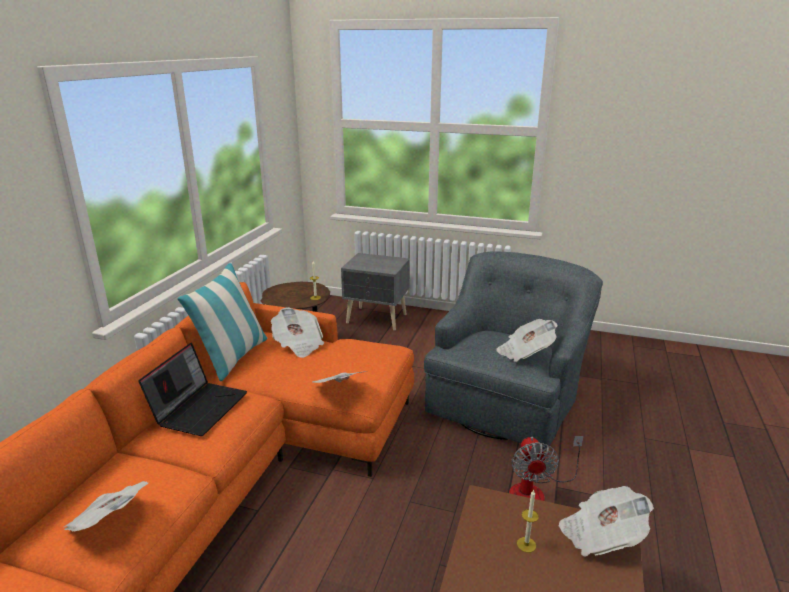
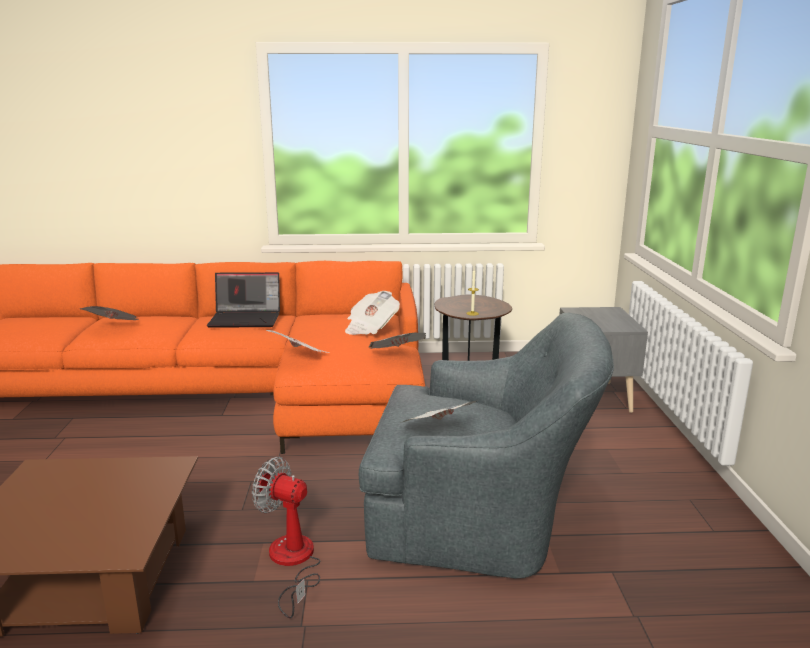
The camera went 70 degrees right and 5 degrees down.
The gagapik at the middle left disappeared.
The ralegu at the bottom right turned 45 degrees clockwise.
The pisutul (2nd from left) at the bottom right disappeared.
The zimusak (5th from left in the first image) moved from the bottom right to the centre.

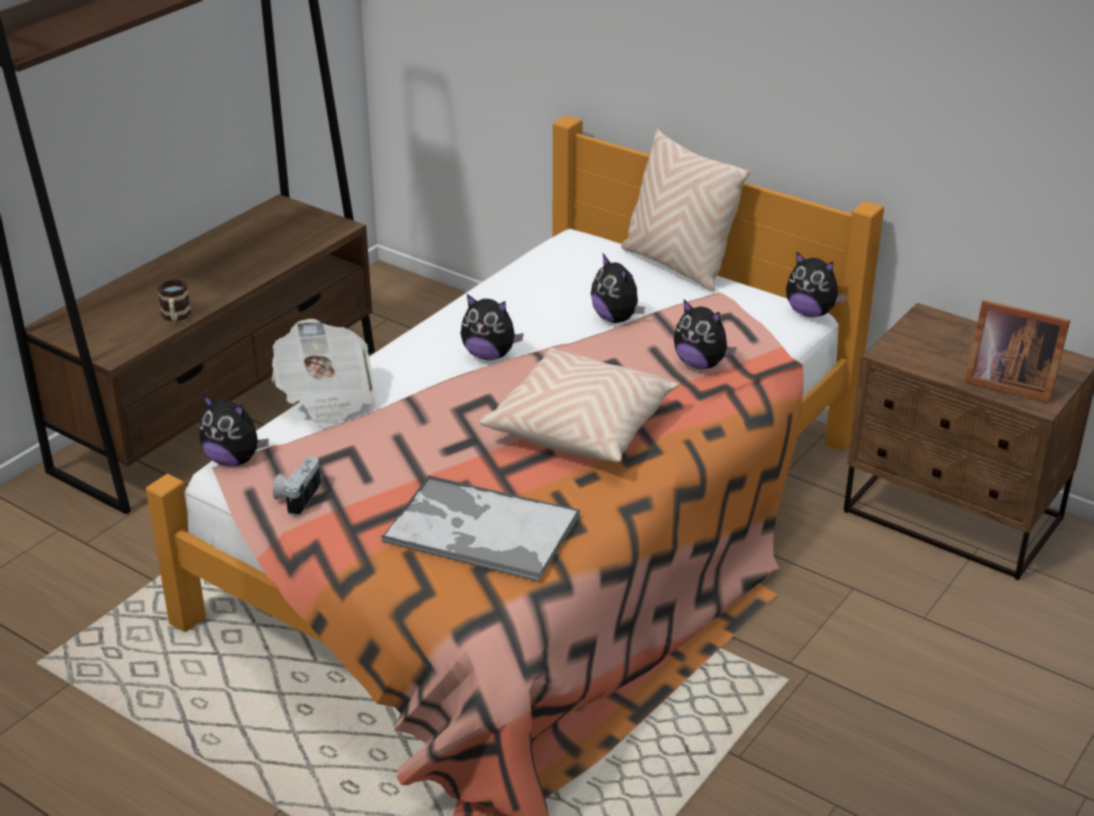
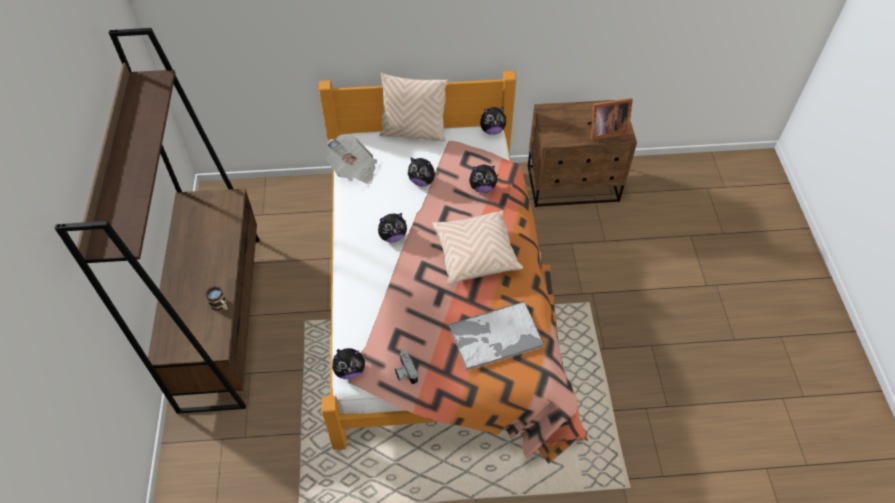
The camera went 40 degrees left and 20 degrees up.
The zimusak moved from the middle left to the top centre.

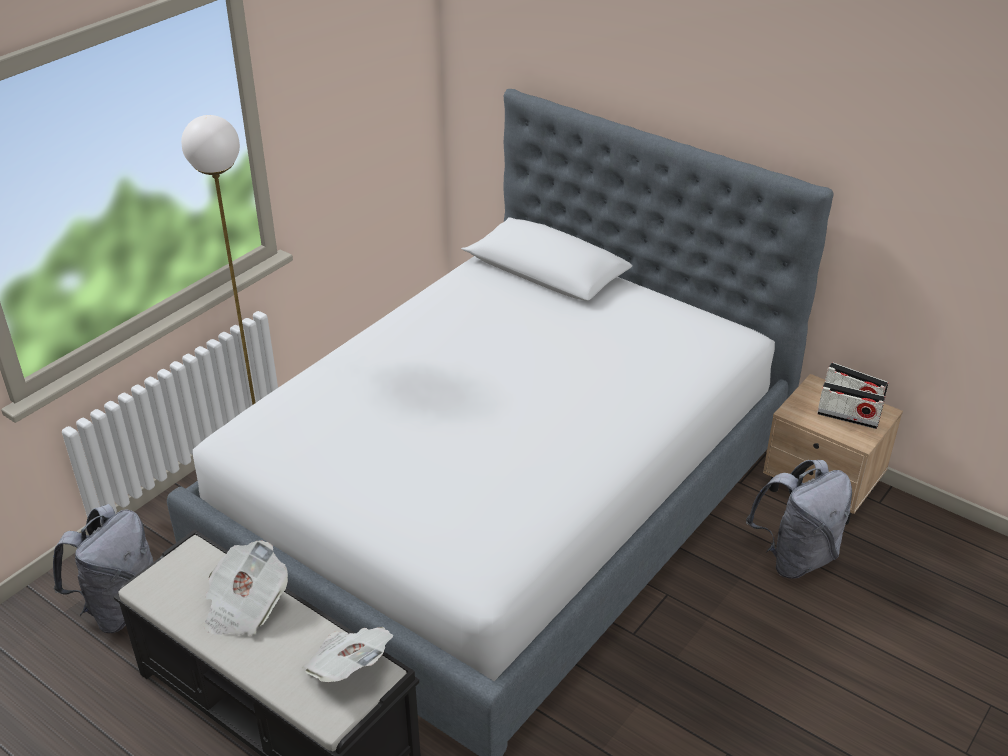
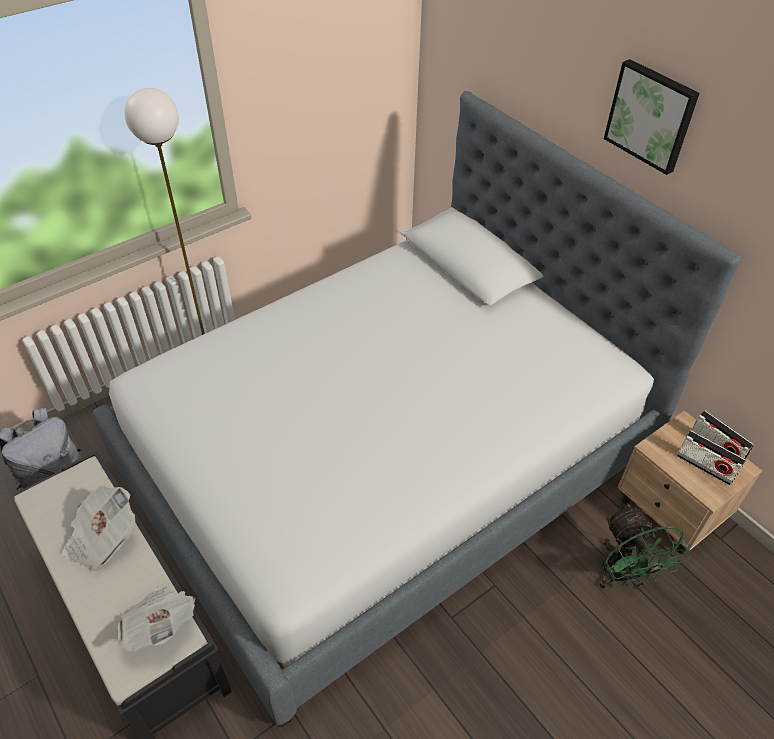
The camera went 15 degrees right and 10 degrees up.
The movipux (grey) (2nd from left) at the bottom right was replaced by the ralegu (green) at the bottom right.
The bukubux at the top right appeared.

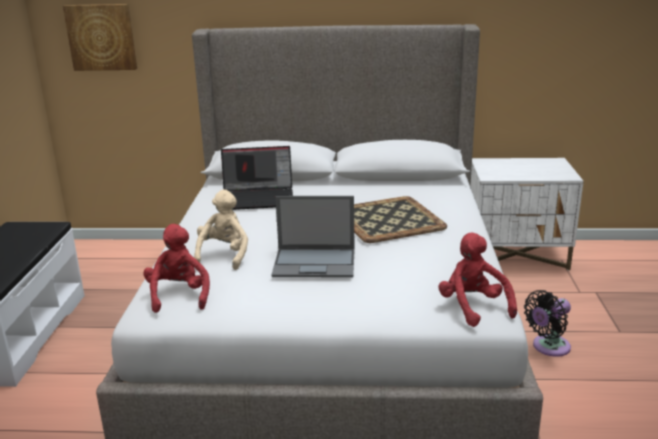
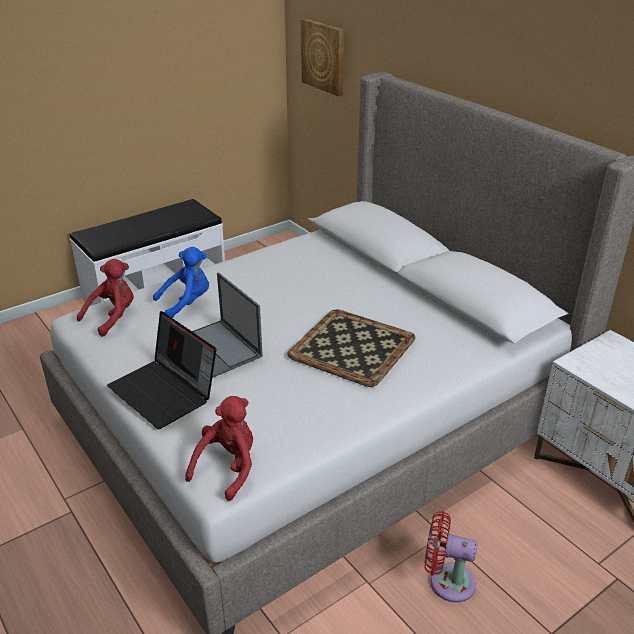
The camera went 50 degrees right and 10 degrees up.
The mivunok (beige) at the centre became the mivunok (blue) at the middle left.
The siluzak (1st from left) moved from the centre to the middle left.
The ralegu (black) at the bottom right became the ralegu (red) at the bottom right.

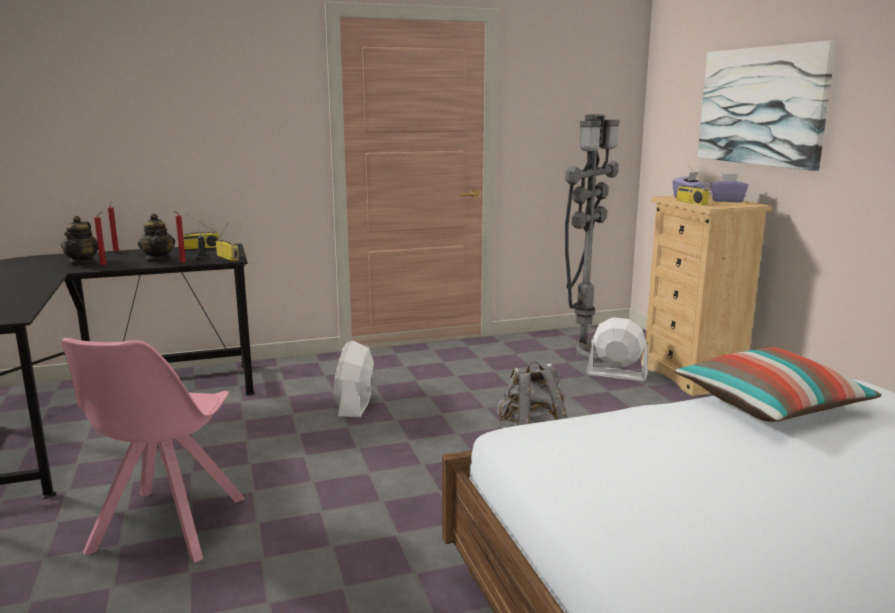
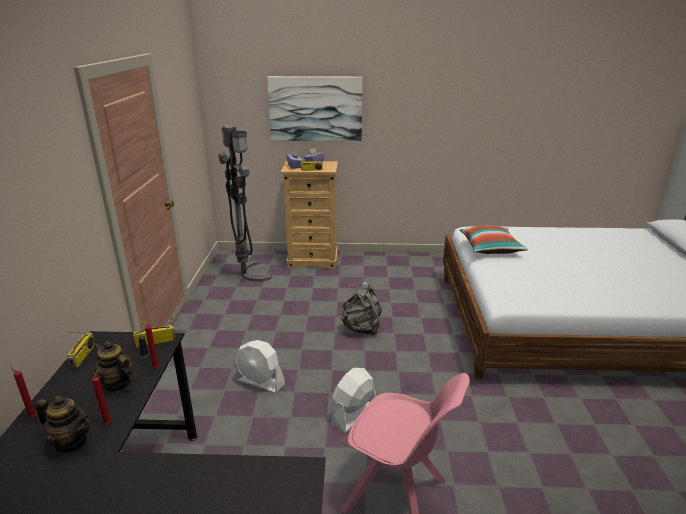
The camera went 70 degrees left and 10 degrees up.
The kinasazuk (2nd from left) at the middle left turned 135 degrees counterclockwise.
The ralegu (white) (2nd from left) moved from the middle right to the bottom centre.

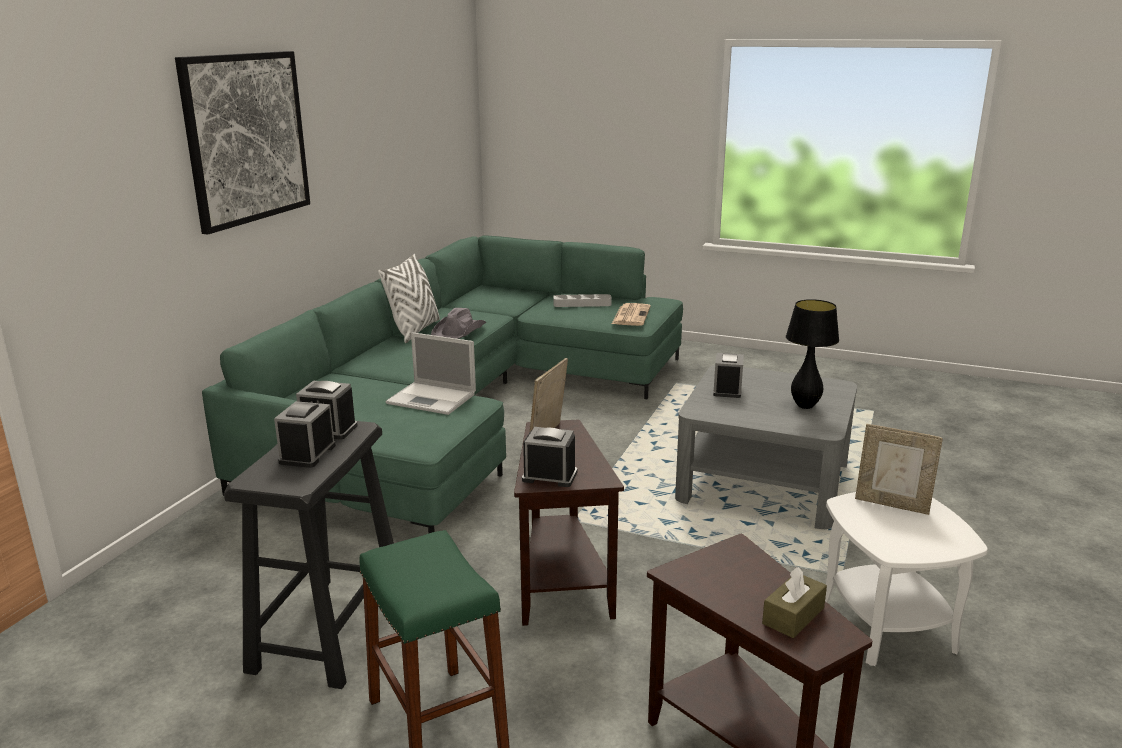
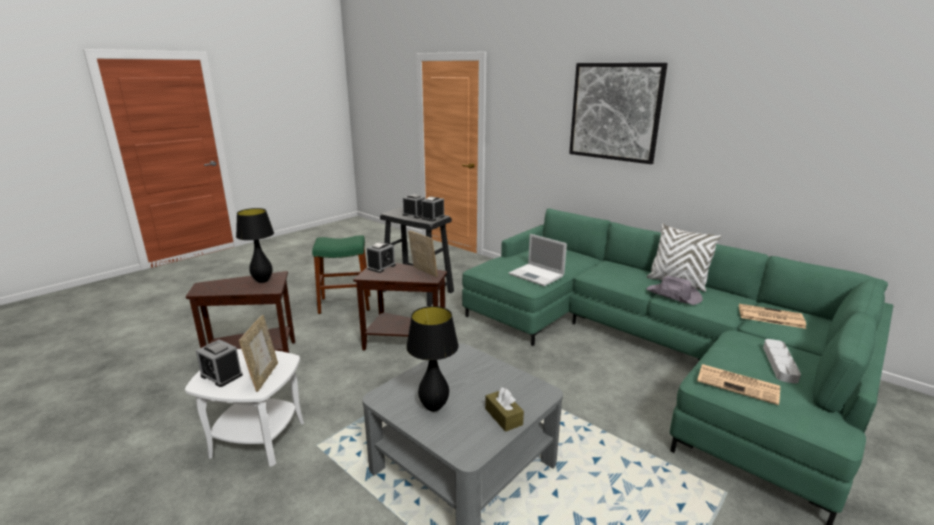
The camera went 110 degrees right and 0 degrees up.
The siluzak at the centre turned 90 degrees counterclockwise.
The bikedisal (4th from left in the first image) moved from the centre to the bottom left.
The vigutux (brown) moved from the bottom right to the bottom centre.
The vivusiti (2nd from left in the first image) at the middle right turned 135 degrees clockwise.
The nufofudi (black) (1st from left) at the middle left appeared.
The zimusak (2nd from left) at the middle right appeared.

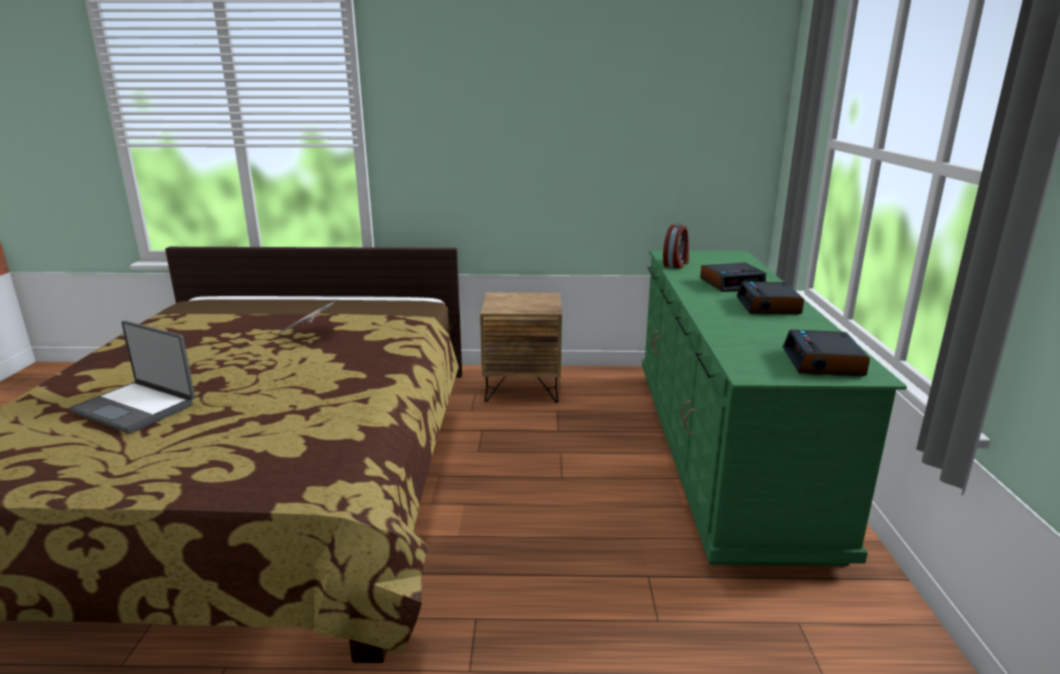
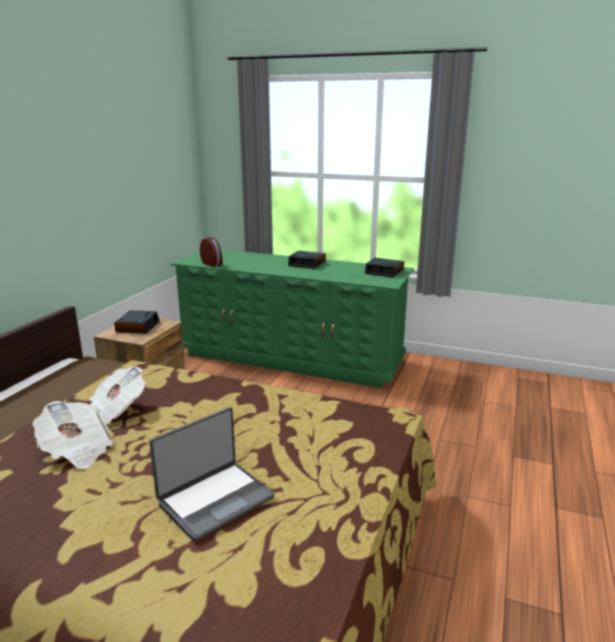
The camera went 70 degrees left and 0 degrees up.
The bikedisal (2nd from left in the first image) moved from the middle right to the middle left.
The zimusak (1st from left) at the bottom left appeared.

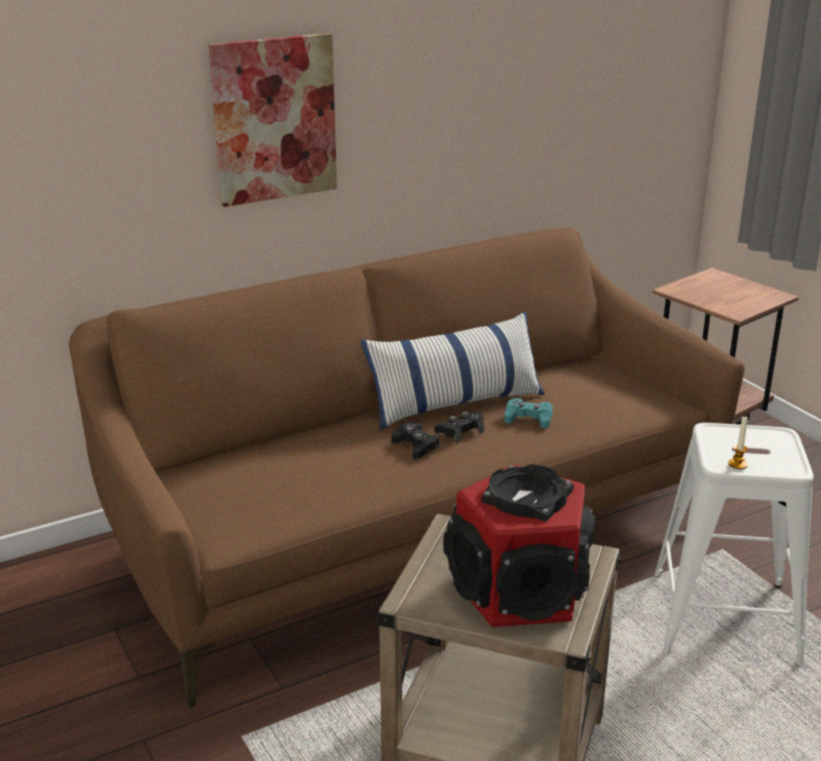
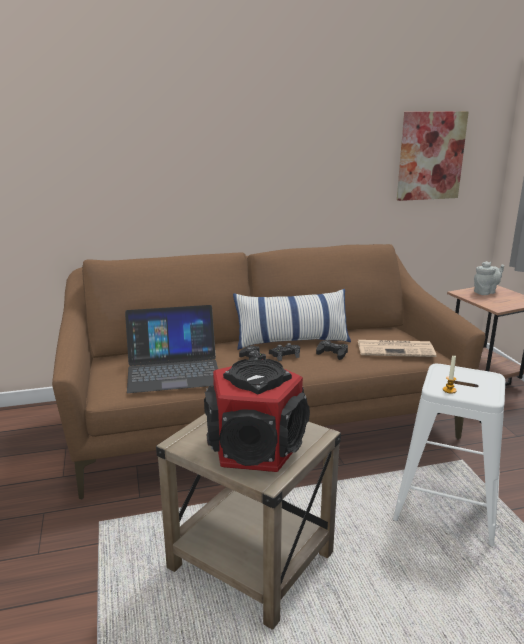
The camera went 15 degrees right and 5 degrees down.
The bukubux moved from the top left to the top right.
The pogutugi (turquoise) at the centre became the pogutugi (black) (3rd from left) at the centre.
The siluzak at the middle left appeared.
The zimusak at the middle right appeared.
The kinasazuk (grey) at the middle right appeared.

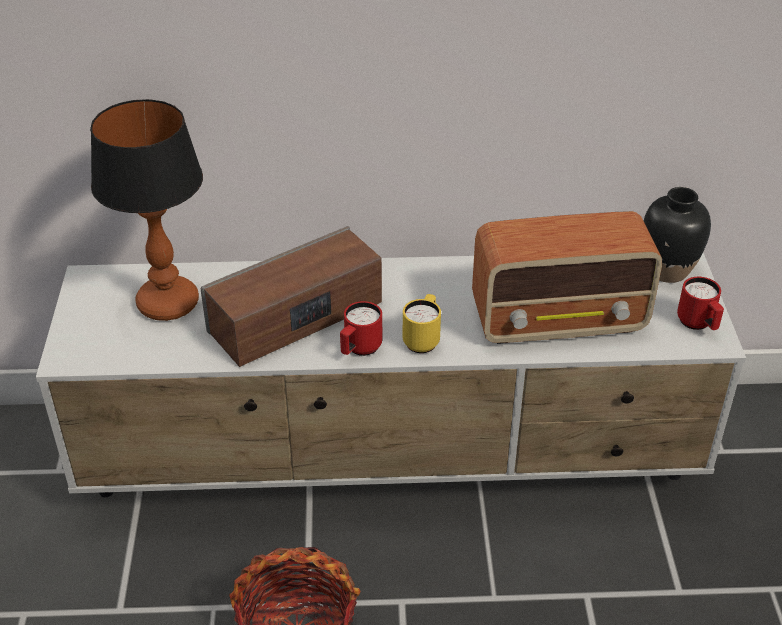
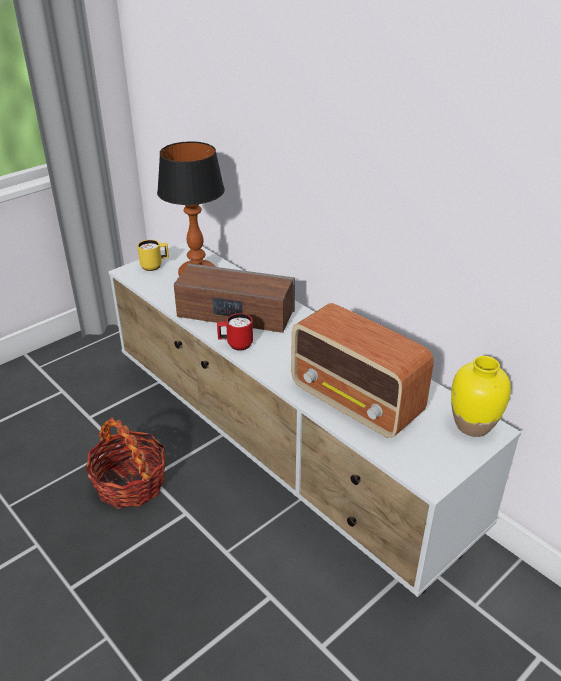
The camera went 50 degrees right and 5 degrees down.
The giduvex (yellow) moved from the centre to the middle left.
The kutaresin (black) at the middle right became the kutaresin (yellow) at the middle right.
The giduvex (red) (2nd from left) at the middle right disappeared.

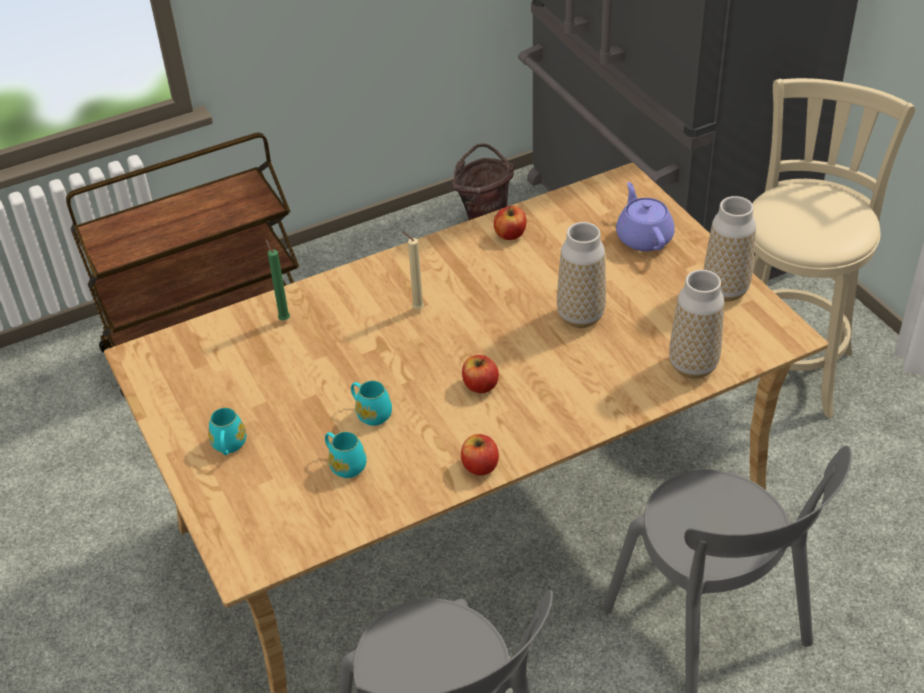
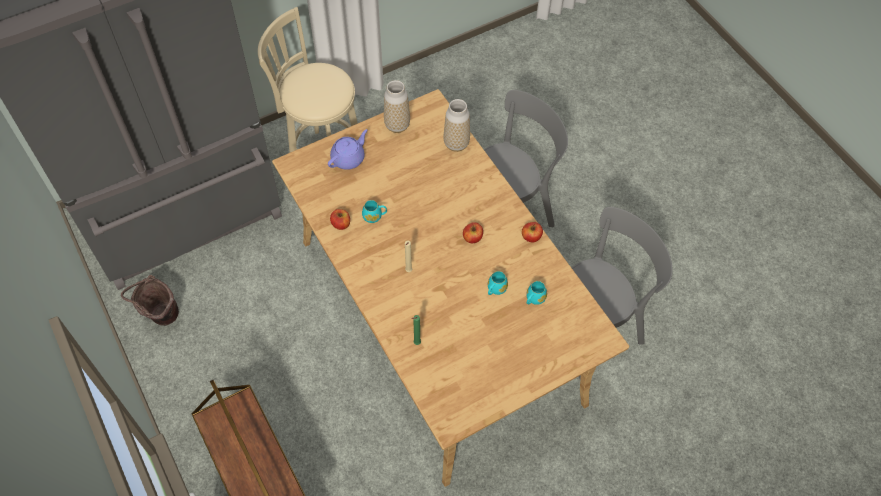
The camera went 95 degrees left and 15 degrees up.
The giduvex (turquoise) (1st from left) moved from the middle left to the centre.
The kutaresin (1st from left) at the centre disappeared.
The kinasazuk (purple) at the top right turned 150 degrees clockwise.

